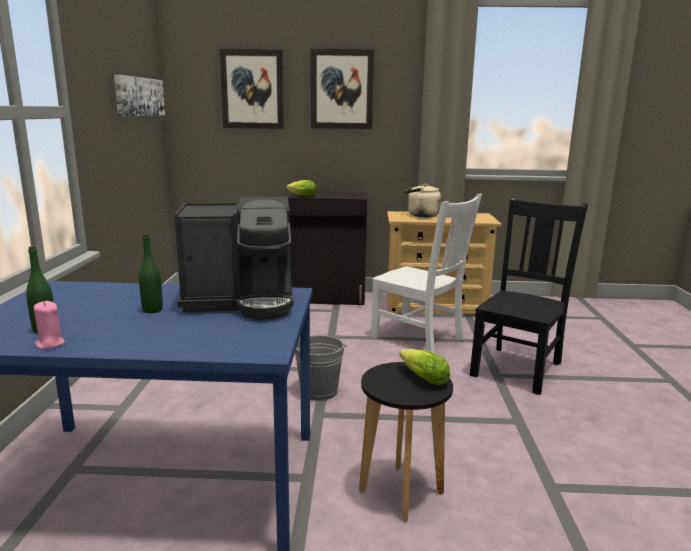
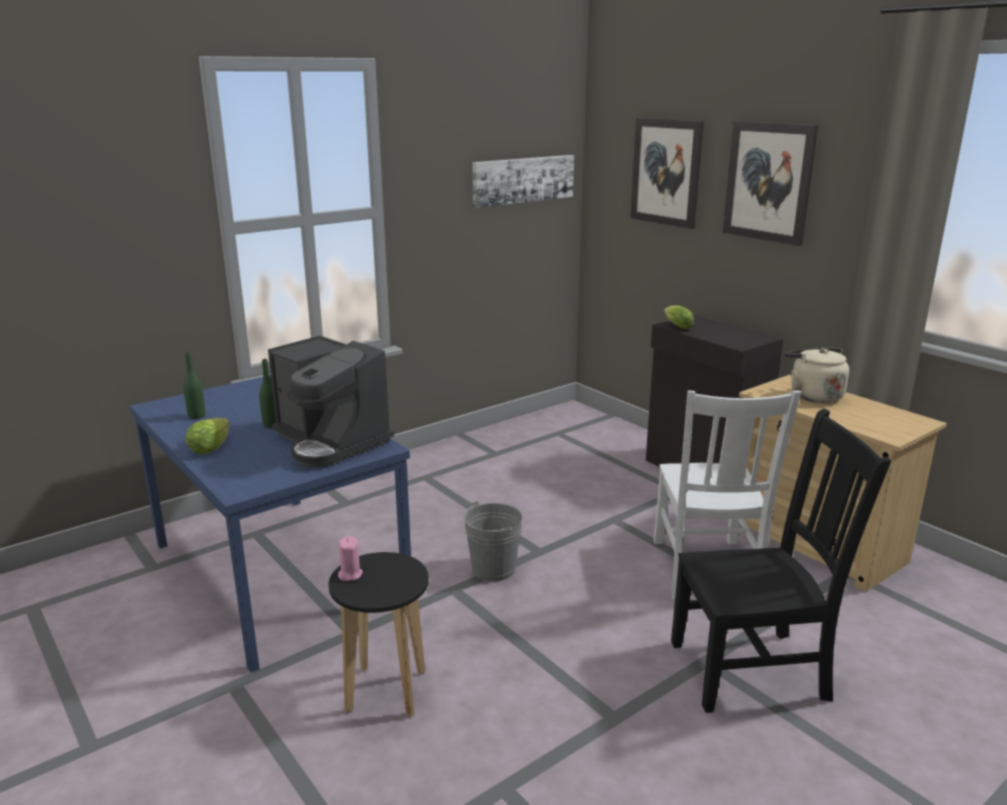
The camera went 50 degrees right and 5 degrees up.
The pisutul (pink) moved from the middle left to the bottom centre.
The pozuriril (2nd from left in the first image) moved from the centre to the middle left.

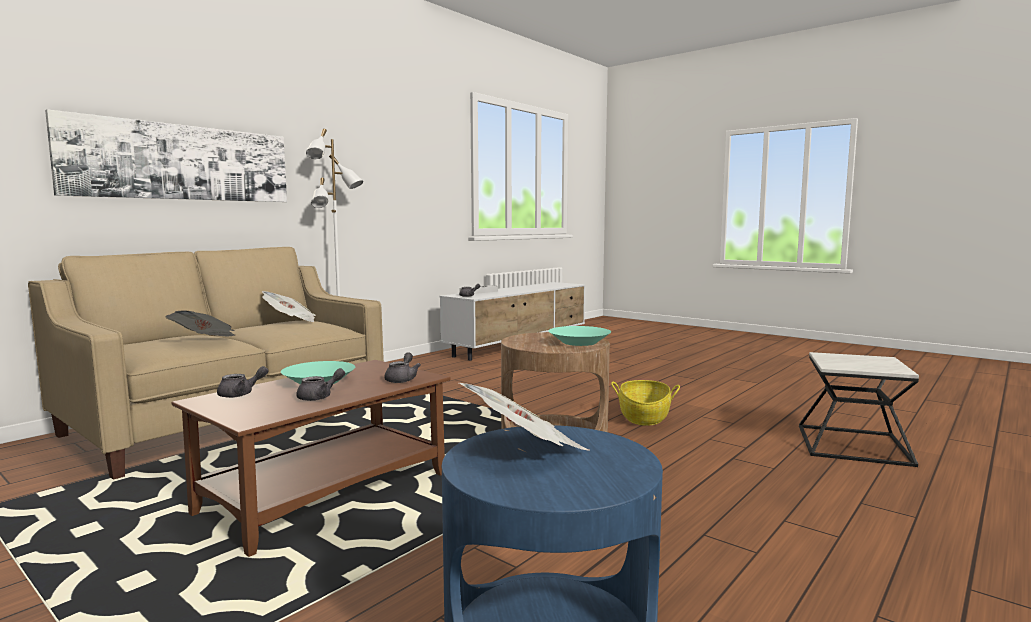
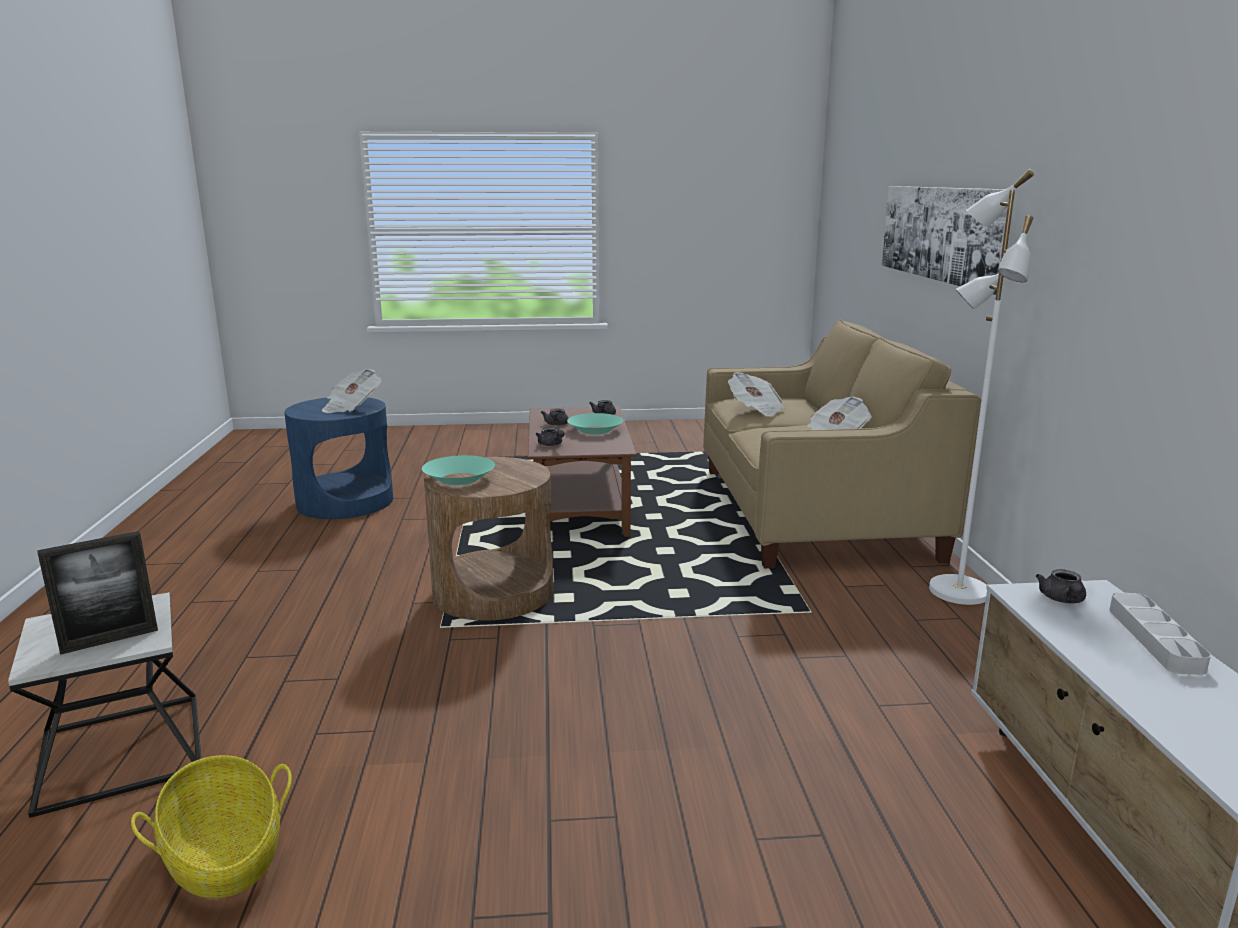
The camera went 135 degrees right and 10 degrees up.
The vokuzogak moved from the centre to the bottom left.
The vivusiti at the middle left appeared.

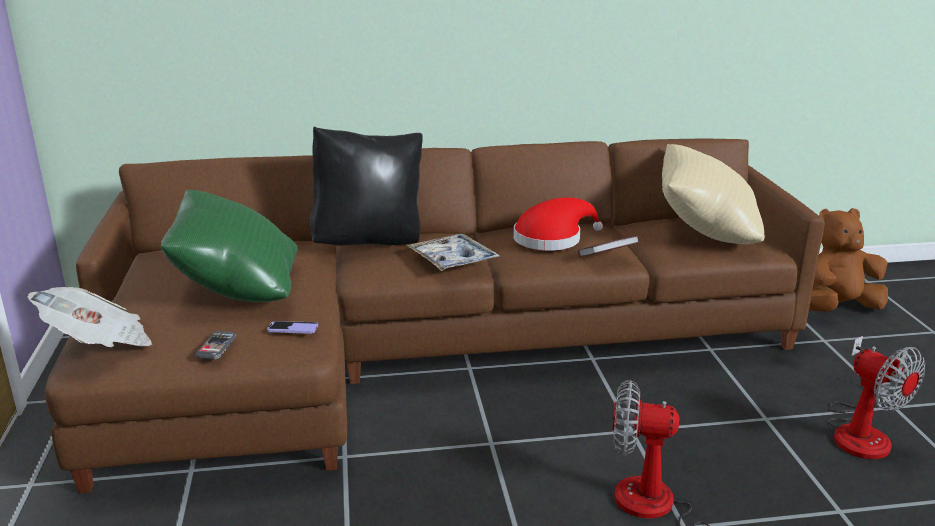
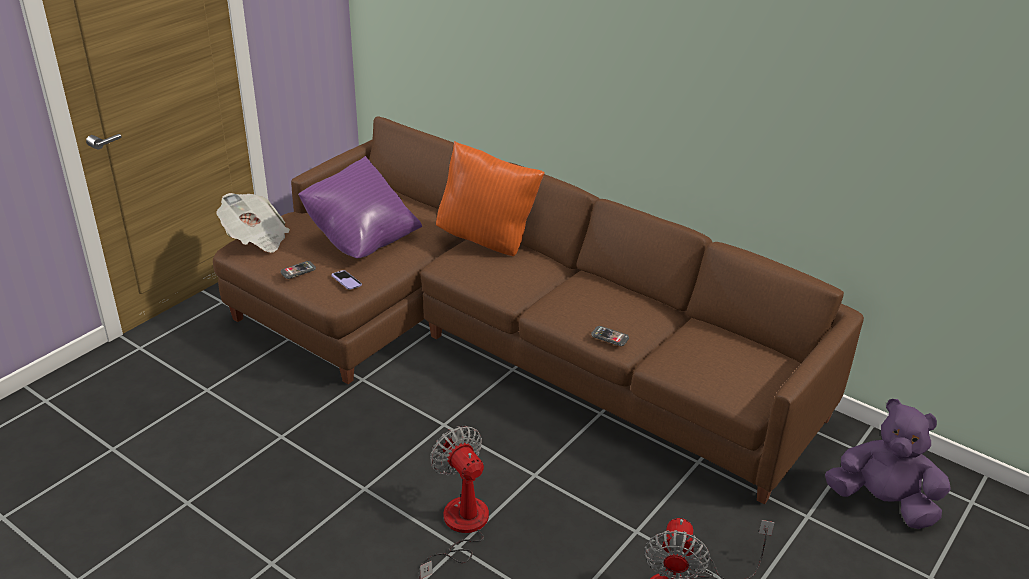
The camera went 45 degrees right and 10 degrees up.
The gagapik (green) at the middle left became the gagapik (purple) at the centre.
The gagapik (black) at the centre became the gagapik (orange) at the centre.
The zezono at the centre disappeared.
The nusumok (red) at the centre disappeared.
The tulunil at the centre was replaced by the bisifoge (3rd from left) at the centre.
The gagapik (beige) at the middle right disappeared.
The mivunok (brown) at the middle right became the mivunok (purple) at the bottom right.

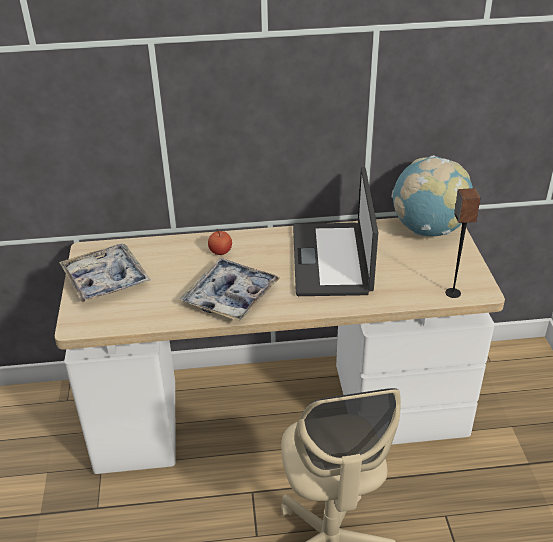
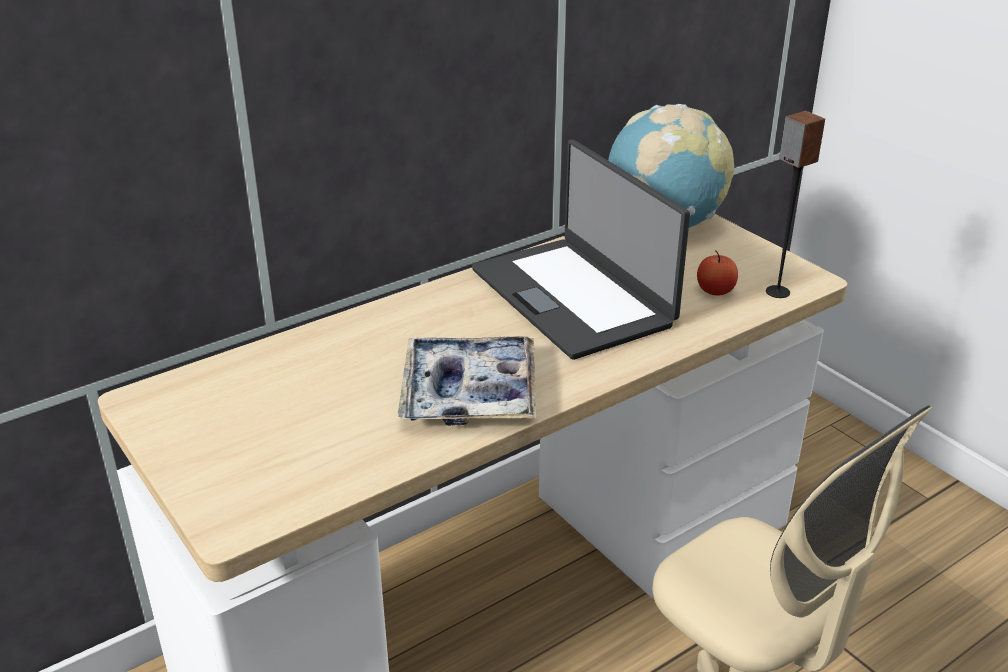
The camera went 30 degrees left and 5 degrees down.
The zezono (1st from left) at the middle left disappeared.
The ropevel moved from the centre to the middle right.

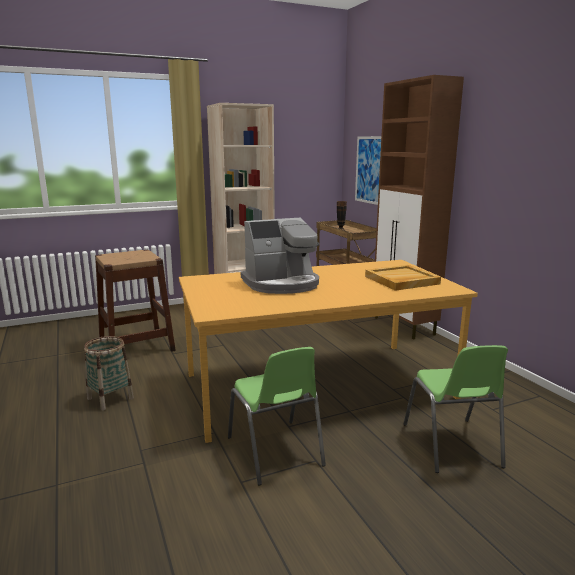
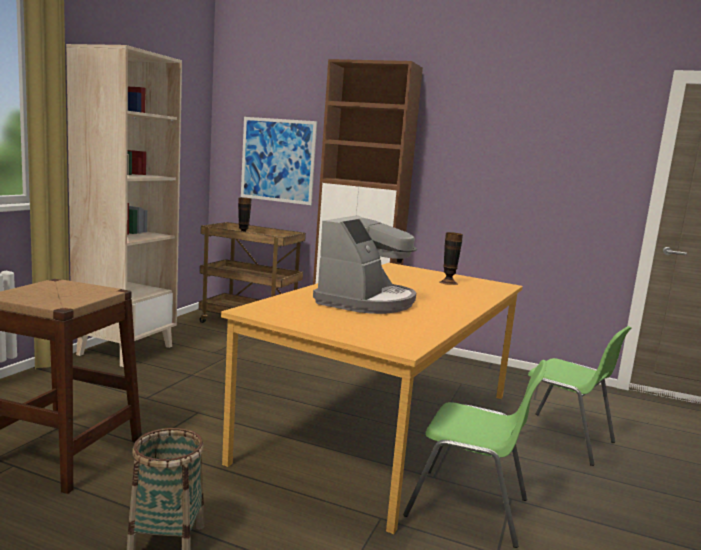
The camera went 45 degrees left and 5 degrees down.
The zezono (beige) at the middle right was replaced by the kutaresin (2nd from left) at the centre.

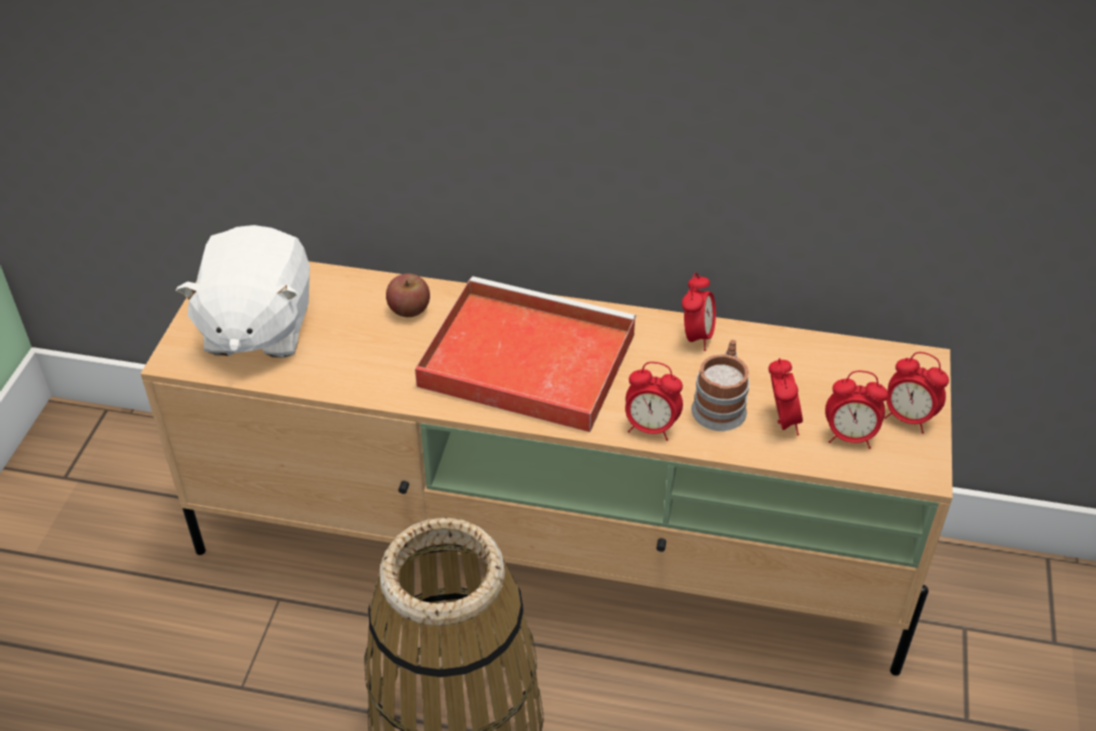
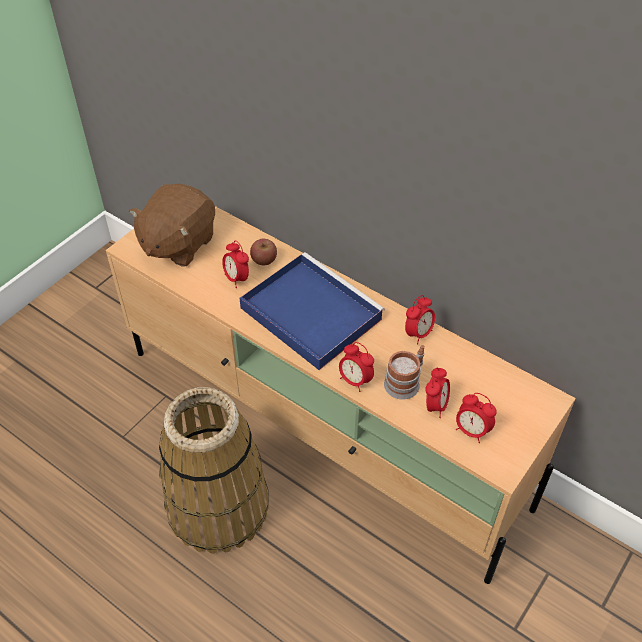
The camera went 25 degrees right and 5 degrees up.
The mivunok (white) at the middle left became the mivunok (brown) at the middle left.
The zezono (red) at the centre became the zezono (blue) at the centre.
The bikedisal (5th from left in the first image) moved from the middle right to the centre.

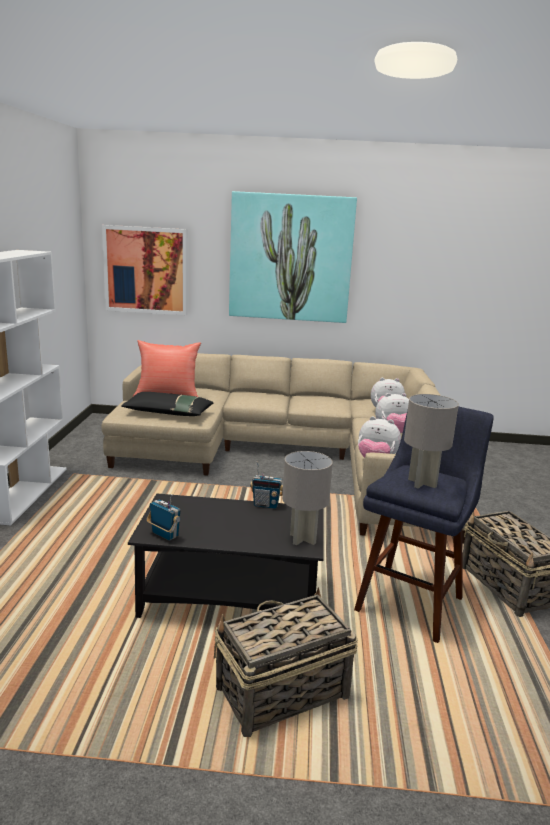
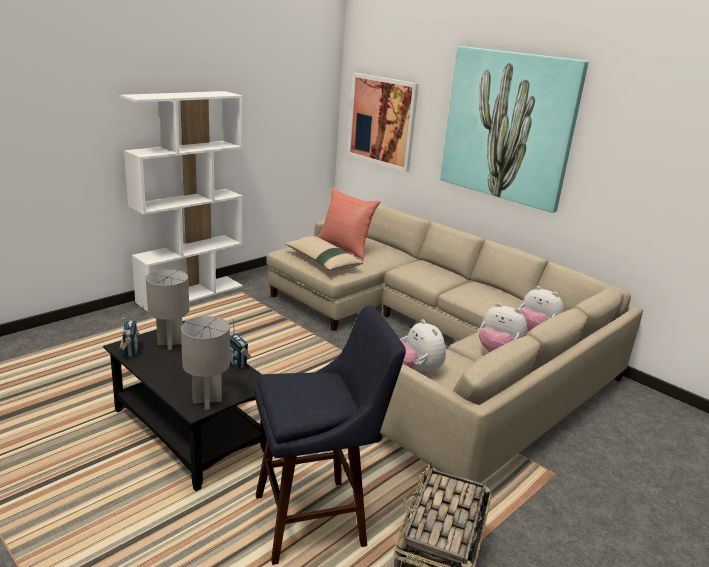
The camera went 40 degrees right and 5 degrees up.
The gagapik (black) at the middle left became the gagapik (beige) at the centre.
The vokuzogak (1st from left) at the bottom centre disappeared.
The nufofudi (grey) (2nd from left in the first image) moved from the middle right to the middle left.

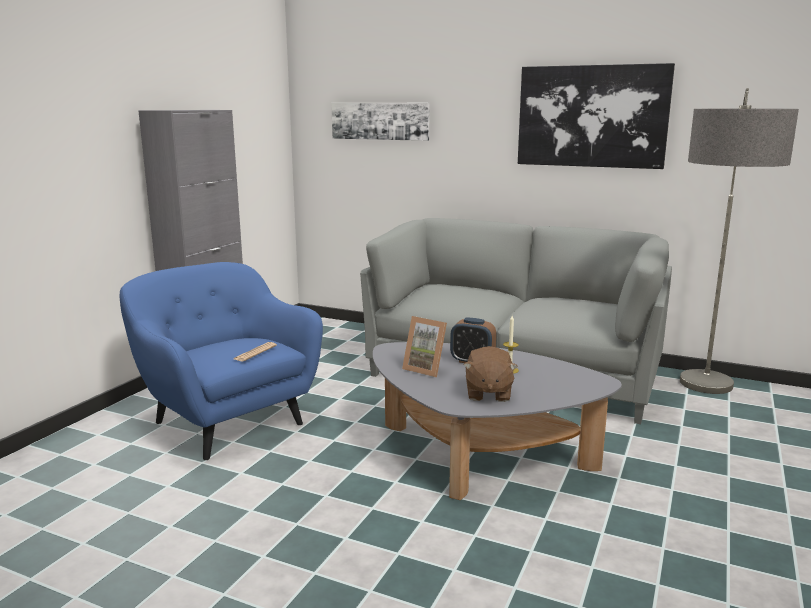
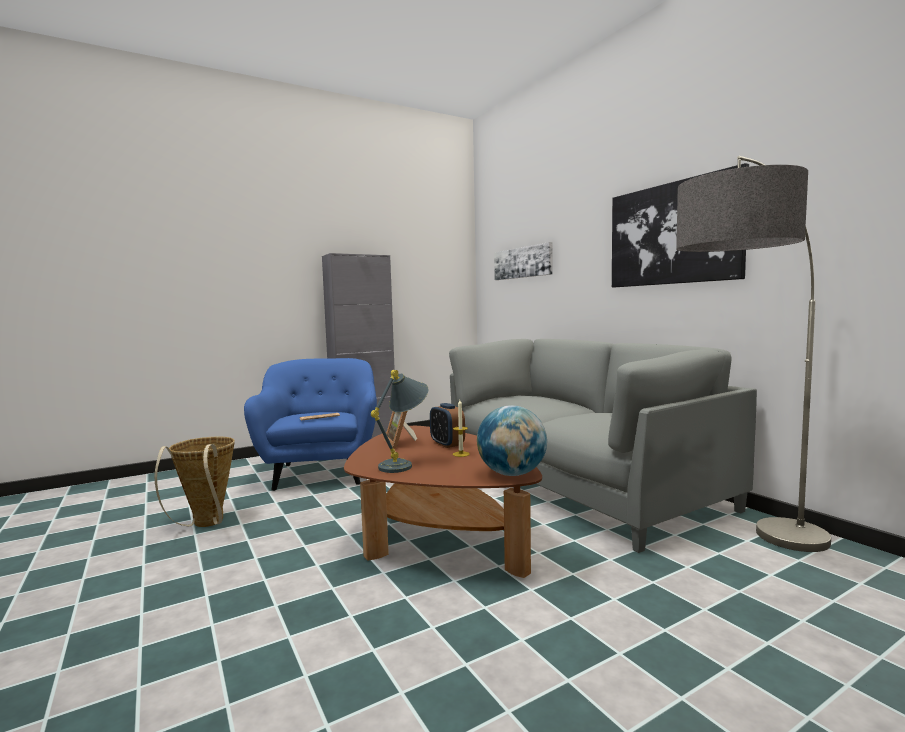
The camera went 35 degrees right and 10 degrees down.
The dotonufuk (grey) at the bottom centre became the dotonufuk (brown) at the bottom centre.
The mivunok (brown) at the centre was replaced by the nufofudi (grey) at the centre.
The vokuzogak at the middle left appeared.
The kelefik at the centre appeared.

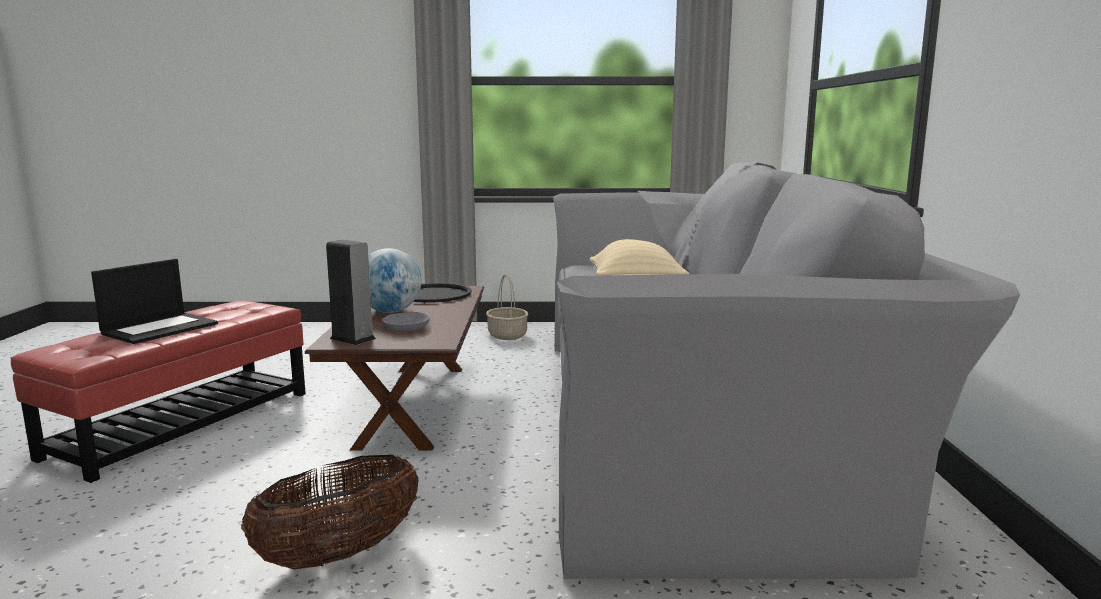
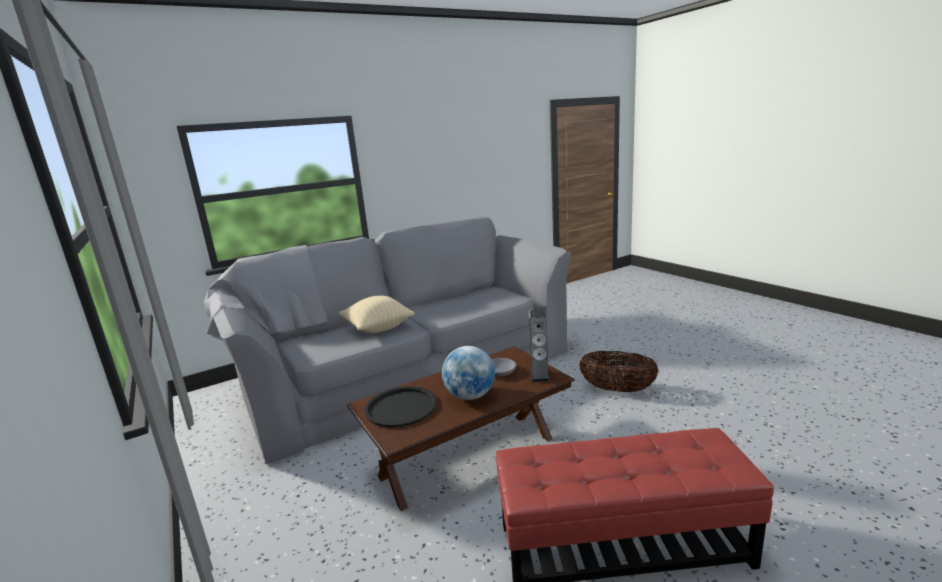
The camera went 120 degrees left and 5 degrees up.
The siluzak at the middle left disappeared.
The vokuzogak (2nd from left) at the centre disappeared.

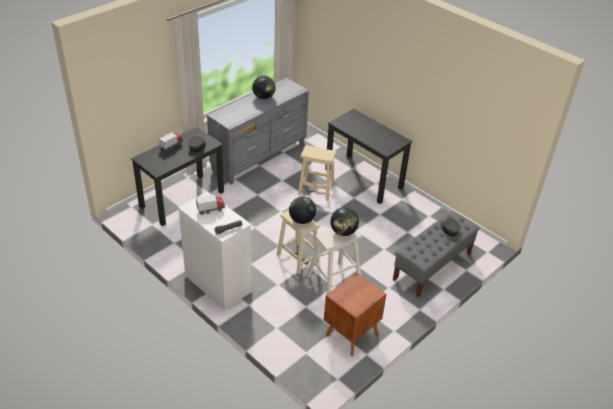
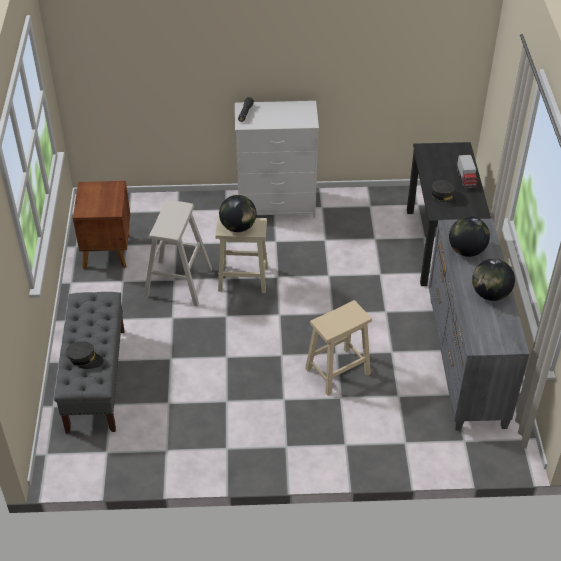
The camera went 135 degrees right and 5 degrees up.
The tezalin (2nd from left) at the centre disappeared.
The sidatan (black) (2nd from left) at the centre disappeared.
The kelefik (3rd from left in the first image) moved from the centre to the middle right.

